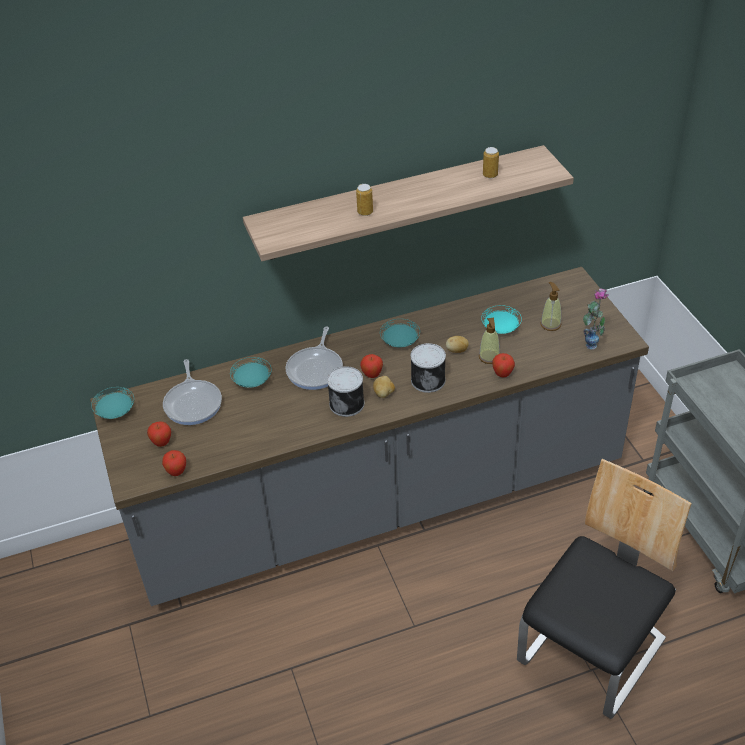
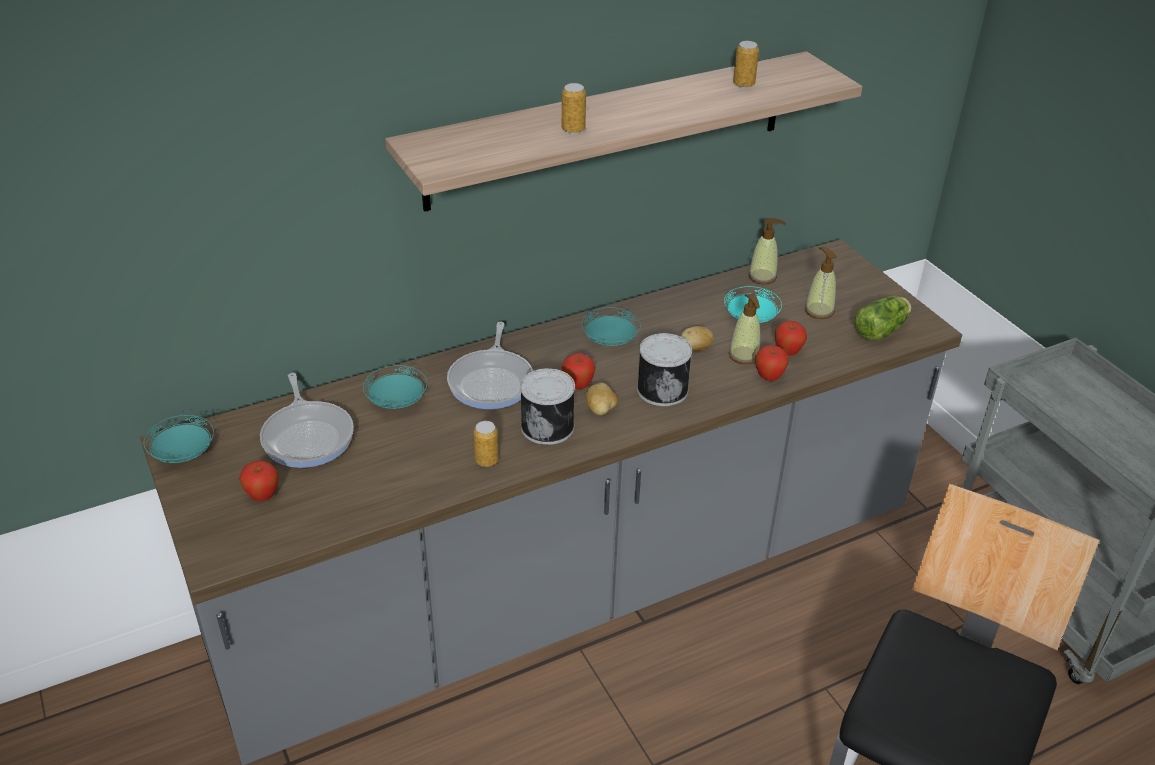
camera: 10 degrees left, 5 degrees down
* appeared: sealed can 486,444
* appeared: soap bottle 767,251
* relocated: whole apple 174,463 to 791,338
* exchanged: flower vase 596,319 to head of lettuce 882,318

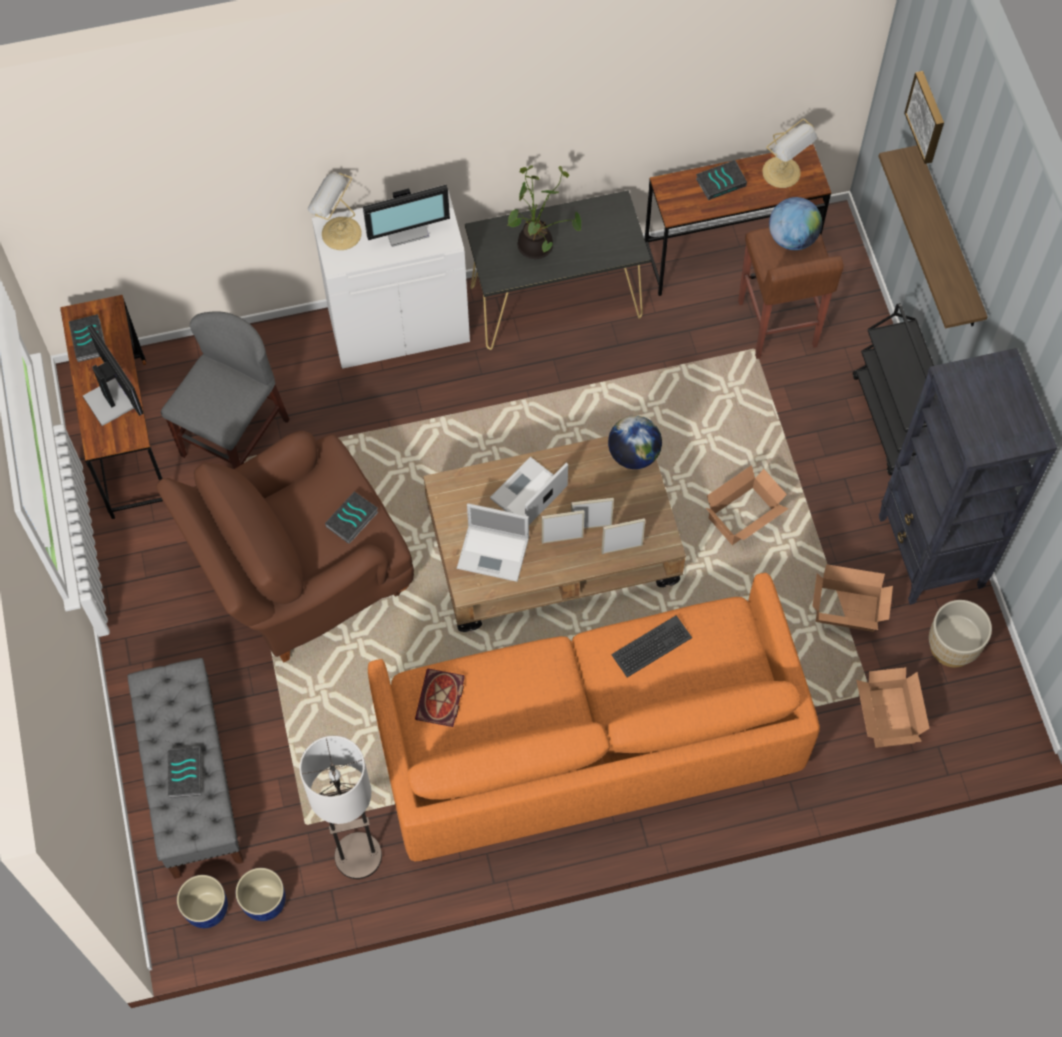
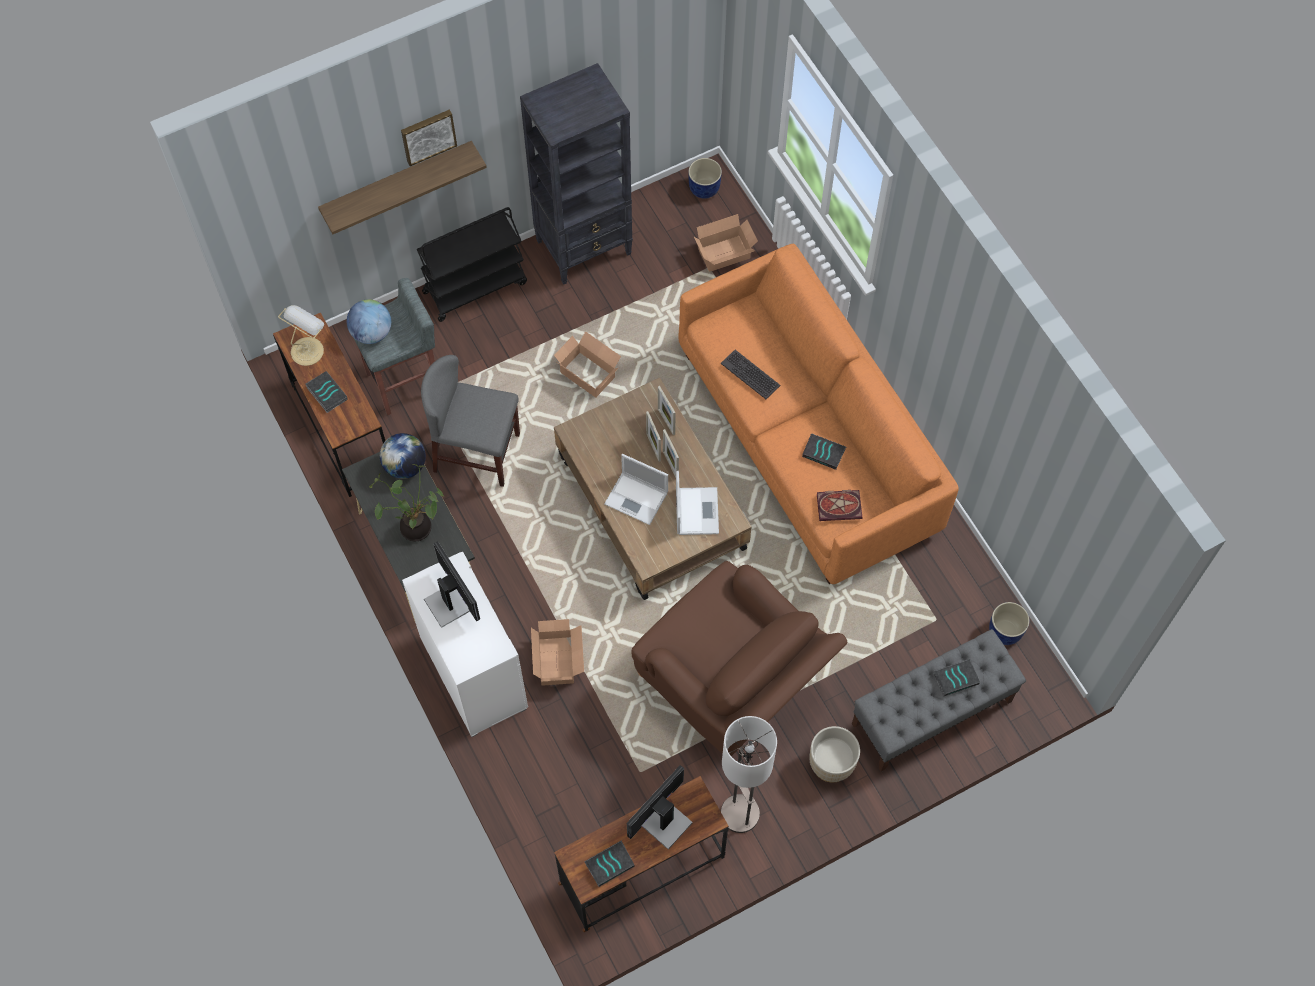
camera: 105 degrees left, 0 degrees up
* missing: tabletop lamp 334,211
* relocated: grey plain chair 225,390 to 470,421
* relocated: blue flower pot 202,901 to 705,178
* relocated: standard lamp 340,807 to 749,774
* relocated: volume 351,518 to 824,451
* relocated: world globe 635,442 to 403,456
* relocated: cardboard box 852,598 to 557,652
* relocated: wall picture 924,117 to 429,138
* relocated: beige-coloured flower pot 960,634 to 834,754
* colour: brown-coloured stool 791,293 to grey stool 394,347

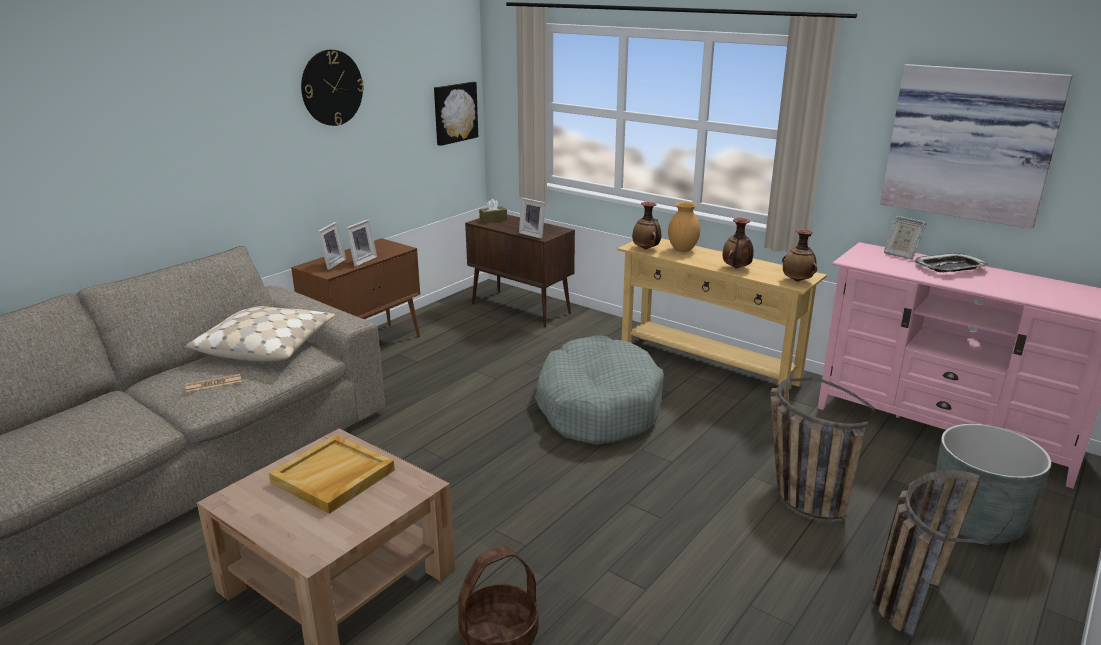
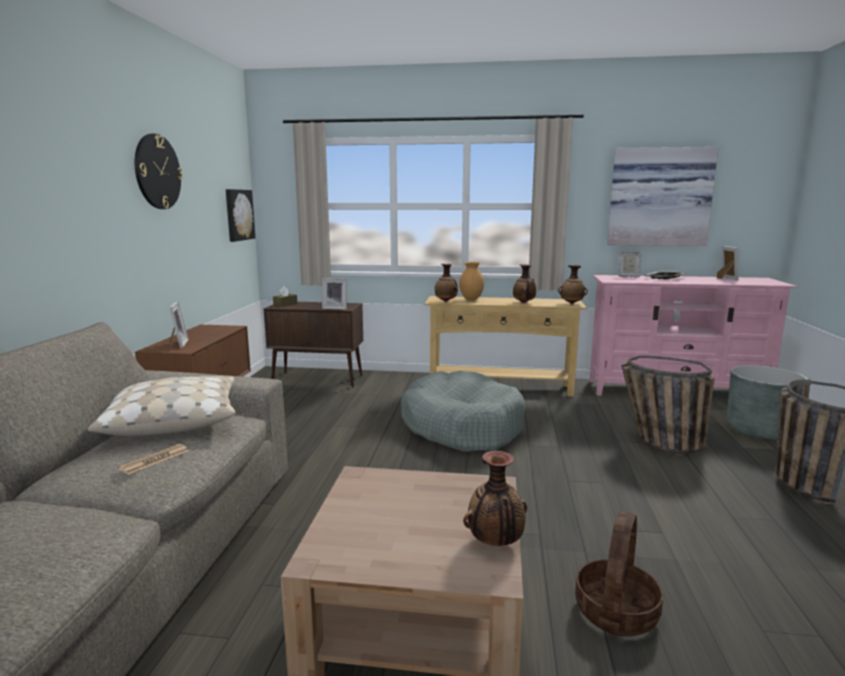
camera: 30 degrees left, 10 degrees down
* missing: beige-coloured carrying tray 332,474
* appeared: flower vase 495,498
* relocated: picture frame 361,242 to 728,263

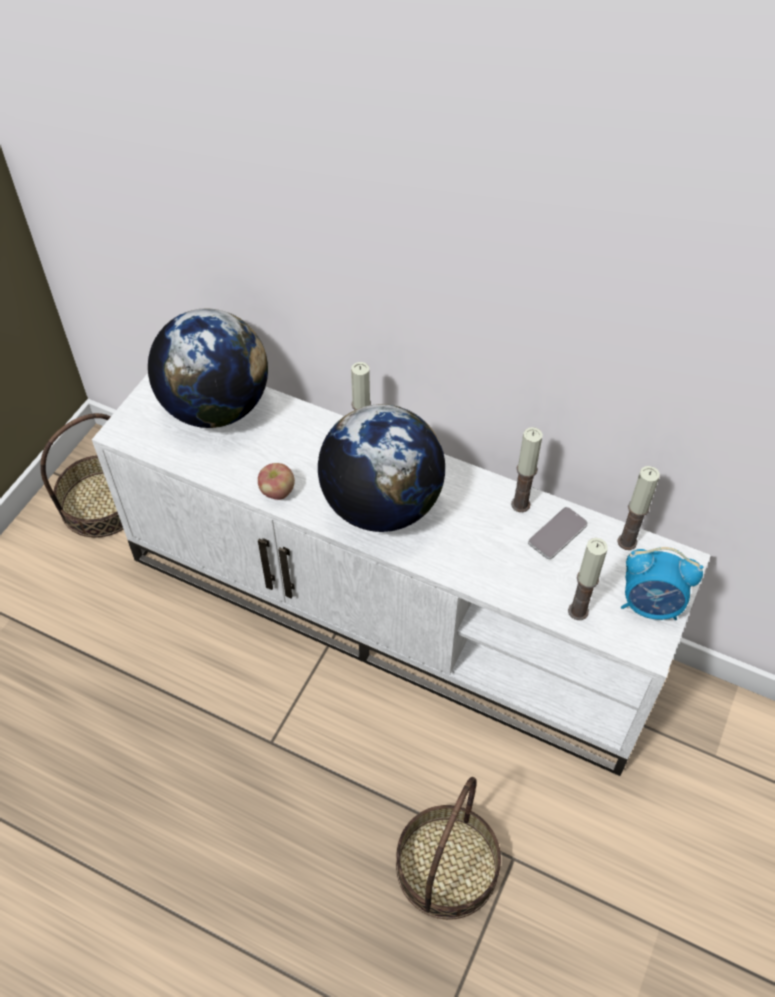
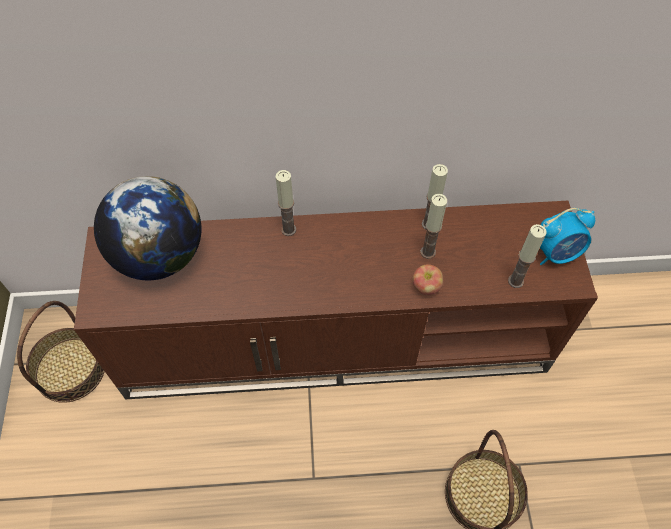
camera: 30 degrees left, 5 degrees up
* missing: world globe 381,468
* missing: telephone 558,533
* relocated: whole apple 276,481 to 427,279
* relocated: candle 638,508 to 433,226
* colour: whitish tv stand 401,574 to brown-coloured tv stand 336,300

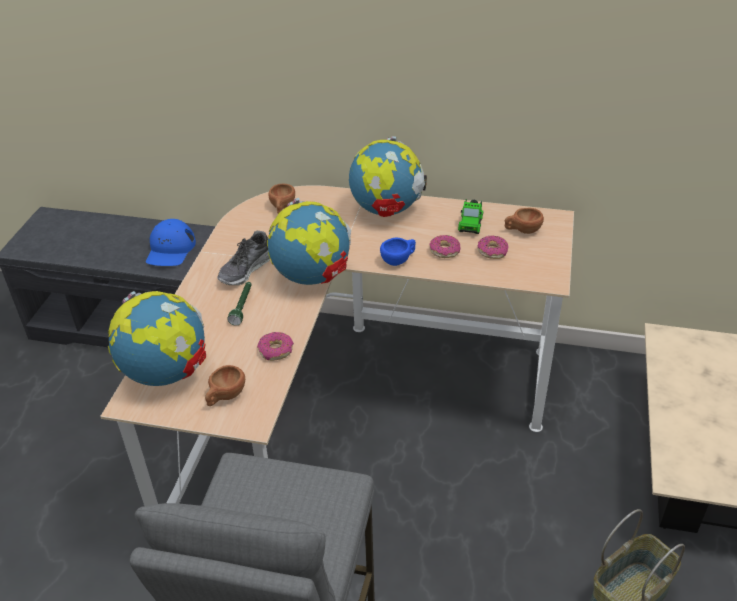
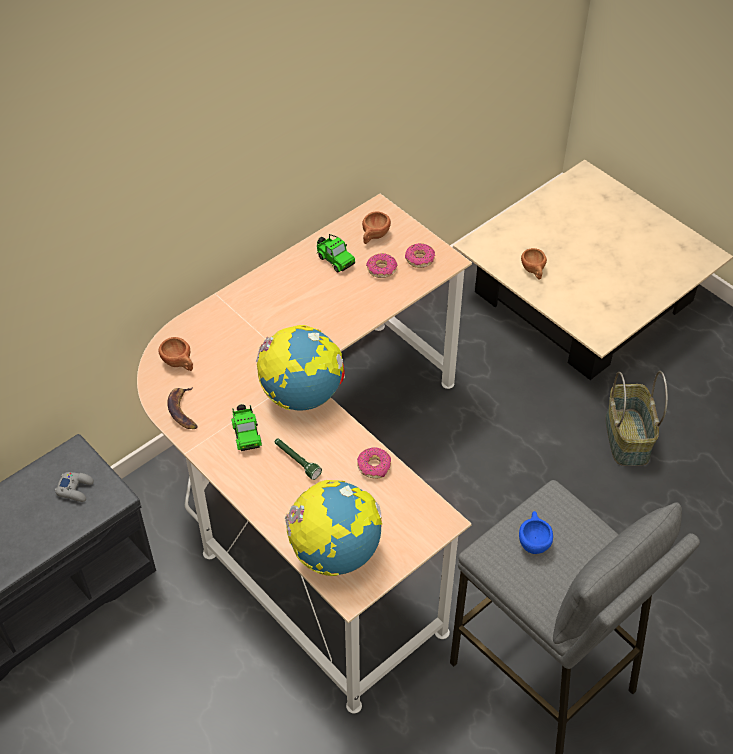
camera: 55 degrees left, 10 degrees up
* missing: world globe 388,176
* appeared: banana 182,408
* relocated: brown-coloured drinking cup 225,385 to 534,264
* relocated: blue drinking cup 398,251 to 536,532
* relocated: ring doughnut 445,246 to 420,255
* exchanged: blue baseball cap 171,242 to grey joypad 74,487
* exchanged: low shoe 243,258 to model car 246,427

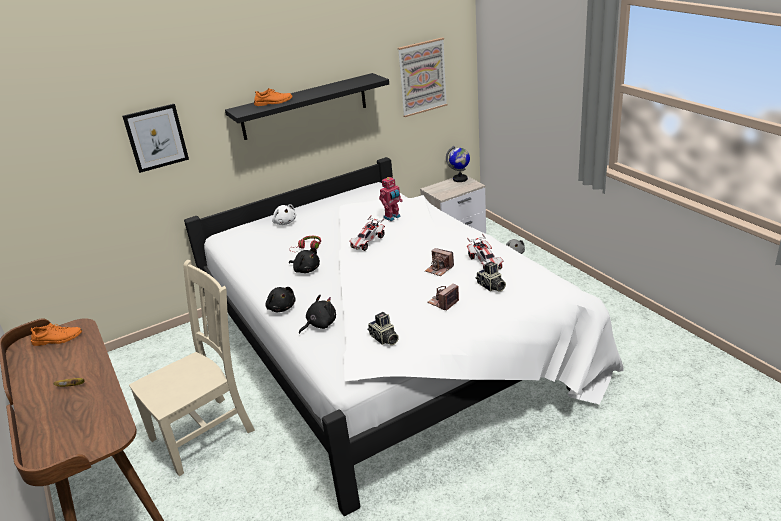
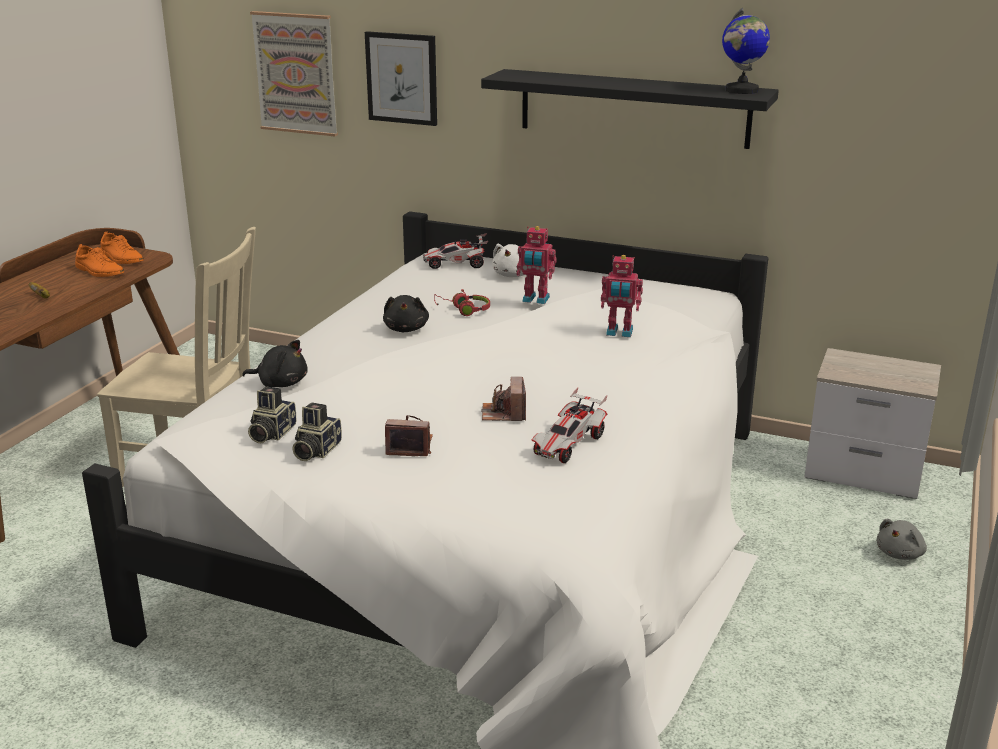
camera: 50 degrees right, 5 degrees down
* missing: black-coloured soft toy 280,299
* appeared: toy robot 537,265
* relocated: orange low shoe 273,97 to 99,260
* relocated: model car 367,233 to 455,251
* relocated: wall picture 422,77 to 294,73
* relocated: world globe 458,164 to 746,51
* relocated: still camera 491,276 to 317,432

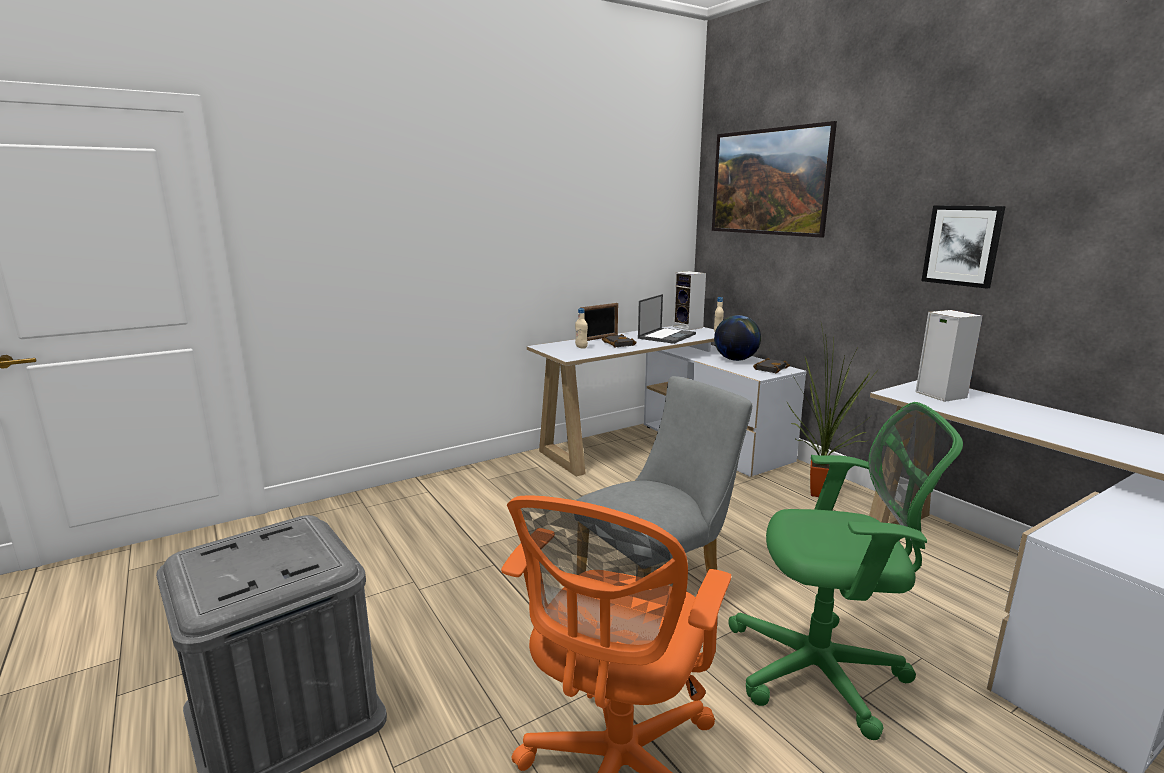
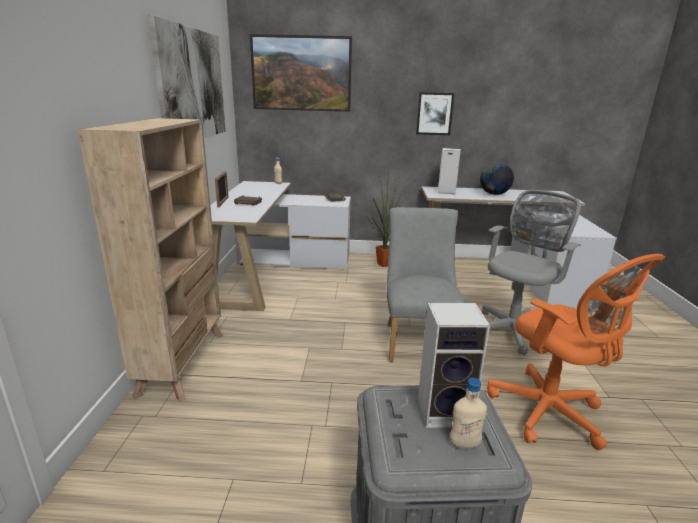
camera: 55 degrees left, 5 degrees up
* missing: notebook computer 667,319
* appeared: beige-coloured bookcase 150,259
* appeared: wall picture 187,76
* relocated: beige-coloured beverage bottle 581,328 to 468,413
* relocated: speaker 689,300 to 454,365
* relocated: world globe 737,338 to 497,178
* colour: greenish computer chair 845,571 to grey computer chair 531,273

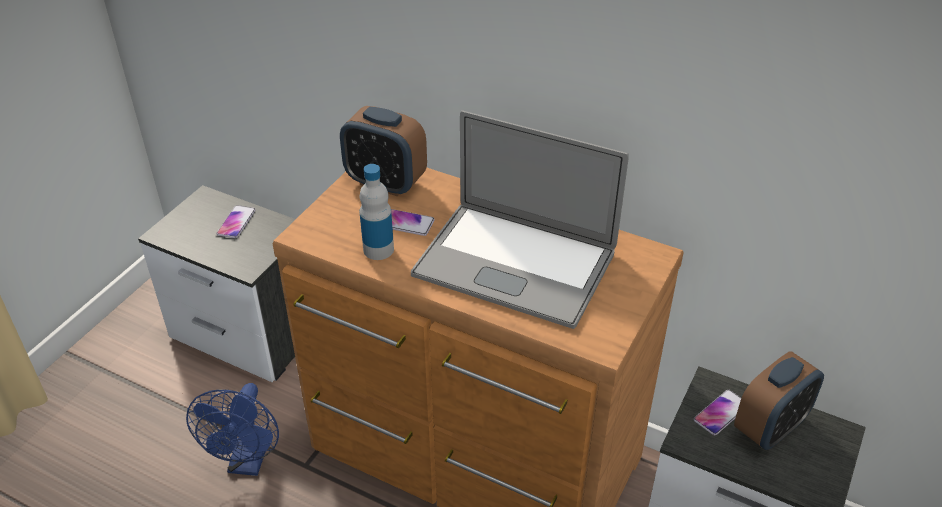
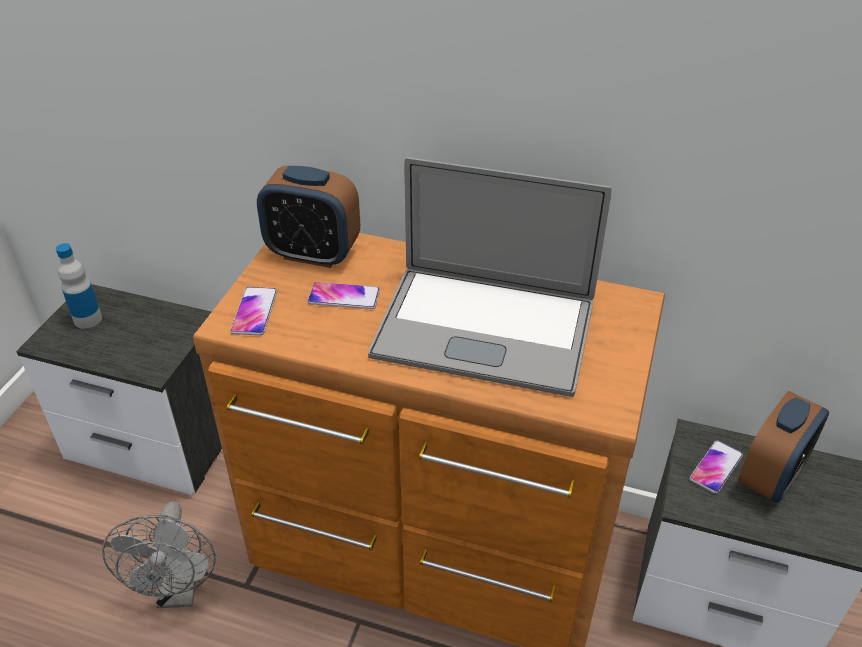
camera: 10 degrees left, 0 degrees up
* relocated: telephone 235,221 to 253,311
* relocated: beverage bottle 377,212 to 79,286
* colour: blue fan 232,429 to grey fan 159,554

